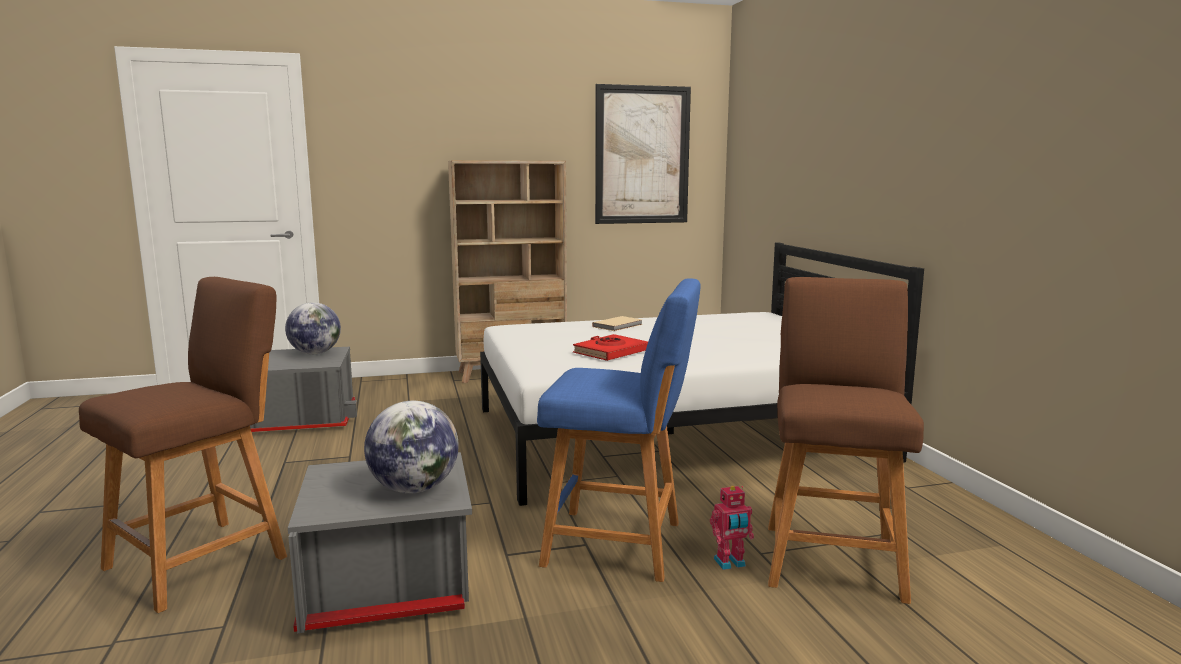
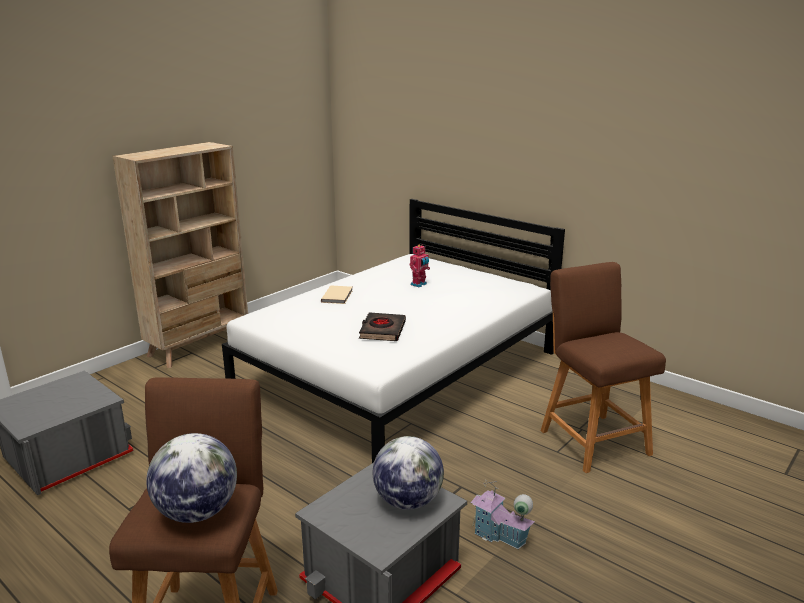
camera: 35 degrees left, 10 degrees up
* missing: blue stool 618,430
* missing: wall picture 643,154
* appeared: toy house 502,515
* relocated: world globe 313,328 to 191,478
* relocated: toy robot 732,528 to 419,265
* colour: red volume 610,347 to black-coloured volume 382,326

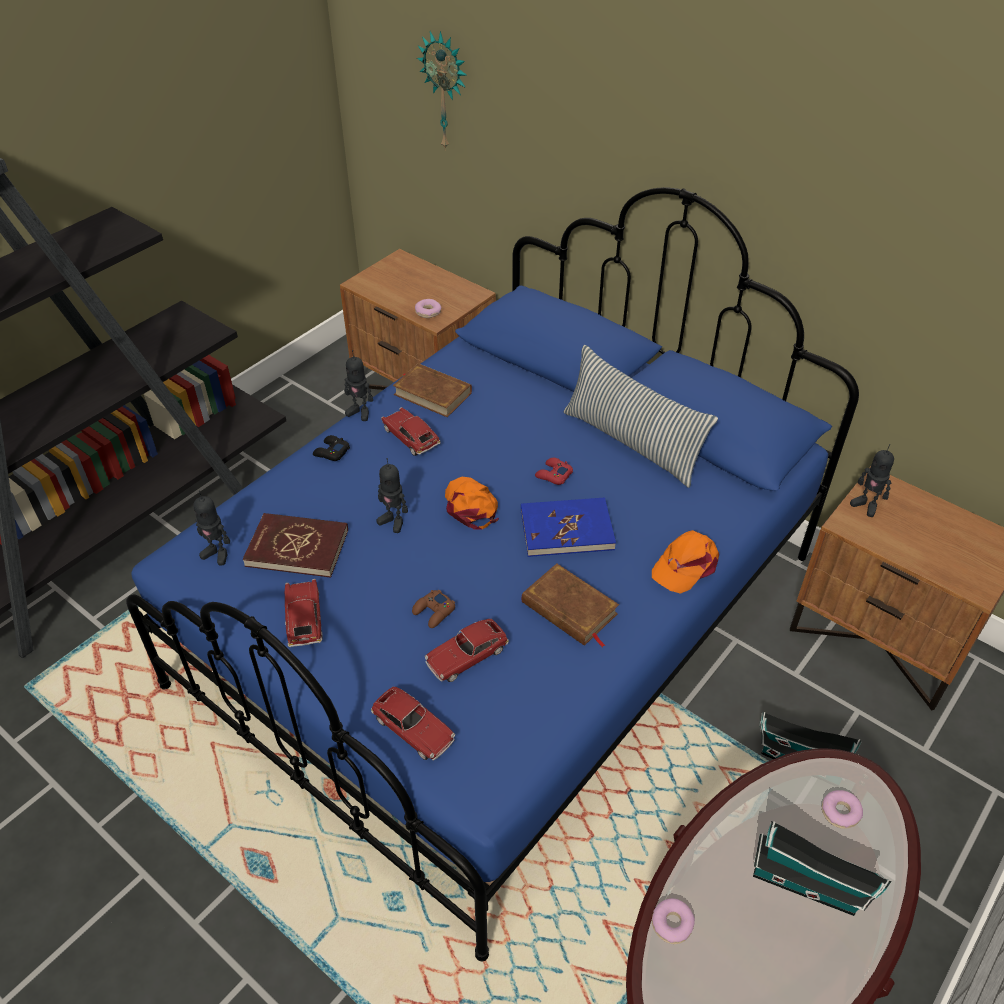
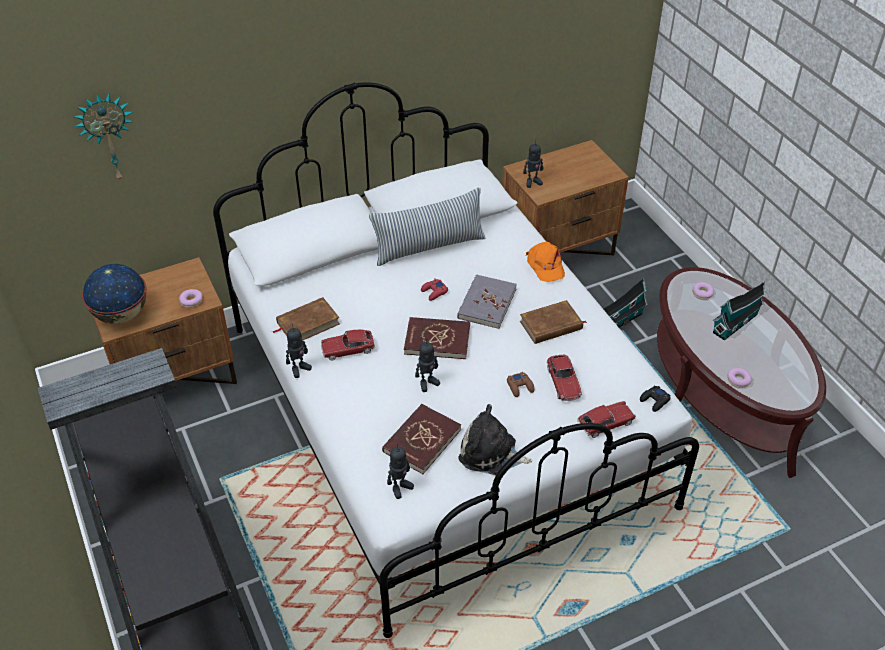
camera: 65 degrees left, 0 degrees up
* appeared: world globe 114,294
* relocated: black-coloured joypad 331,448 to 655,399
* exchanged: model car 303,613 to soft toy 495,439
* exchanged: orange baseball cap 472,503 to red volume 437,338
* colour: blue sleeping bed 492,574 to whitish sleeping bed 456,360
* colour: blue volume 568,527 to grey volume 487,301

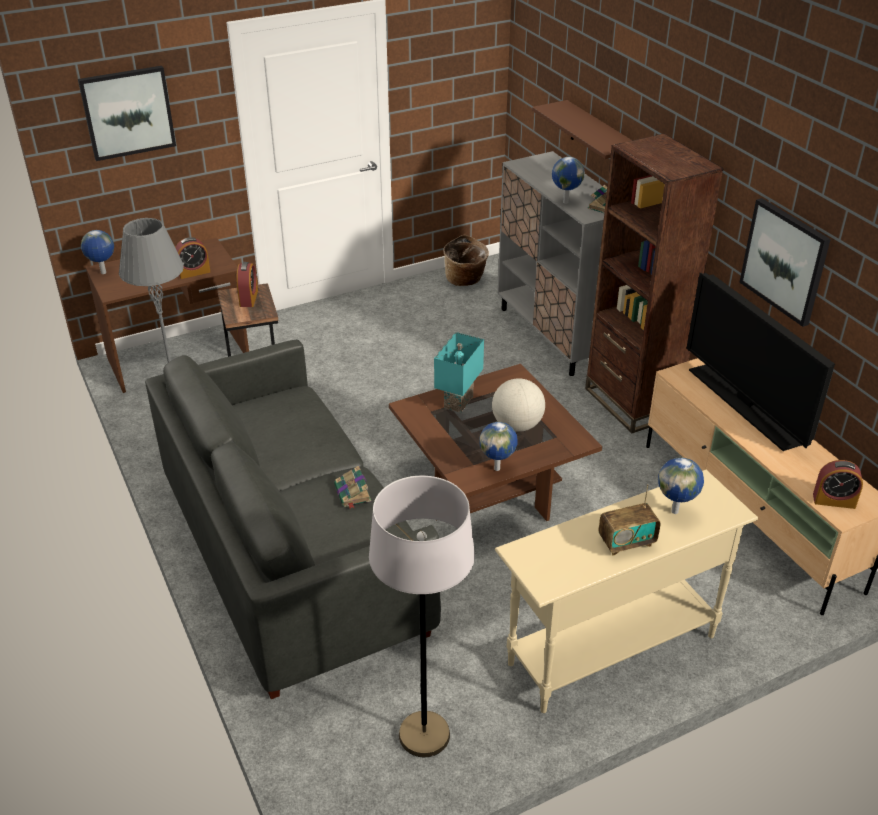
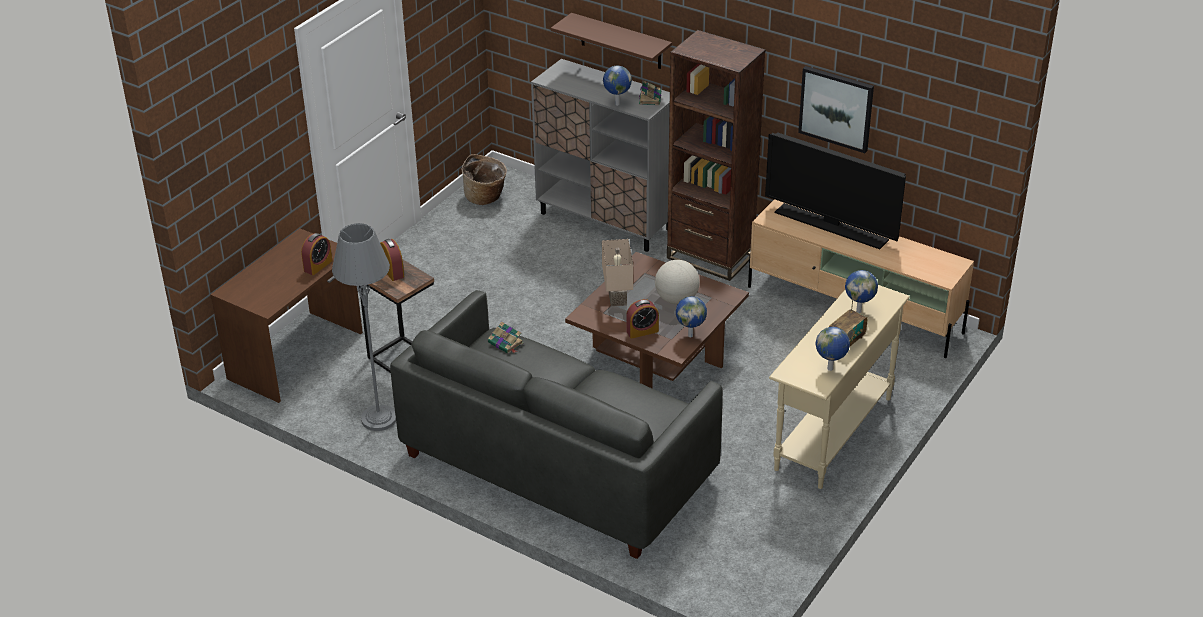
camera: 30 degrees left, 0 degrees up
* missing: wall picture 127,113
* missing: grey standard lamp 422,616
* relocated: world globe 97,252 to 833,349
* relocated: volume 352,487 to 506,338
* relocated: bedside clock 838,484 to 642,319
* colour: turquoise-coloured tabletop lamp 459,372 to beige-coloured tabletop lamp 617,273

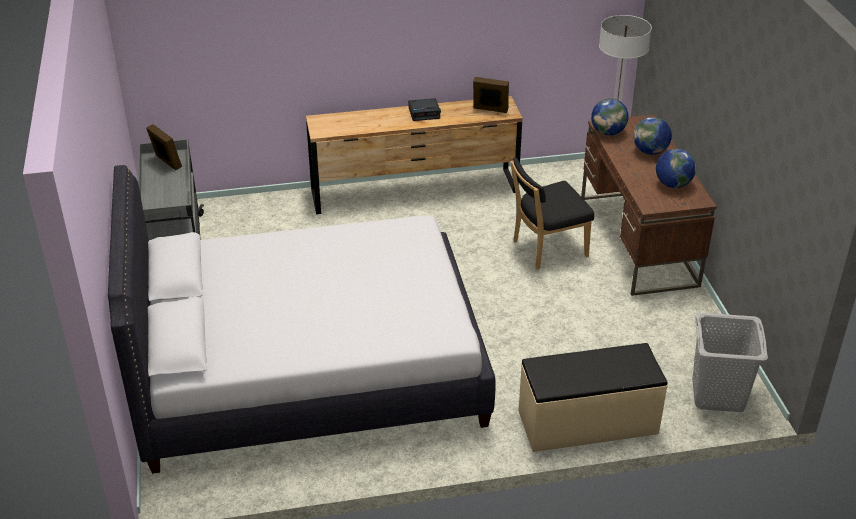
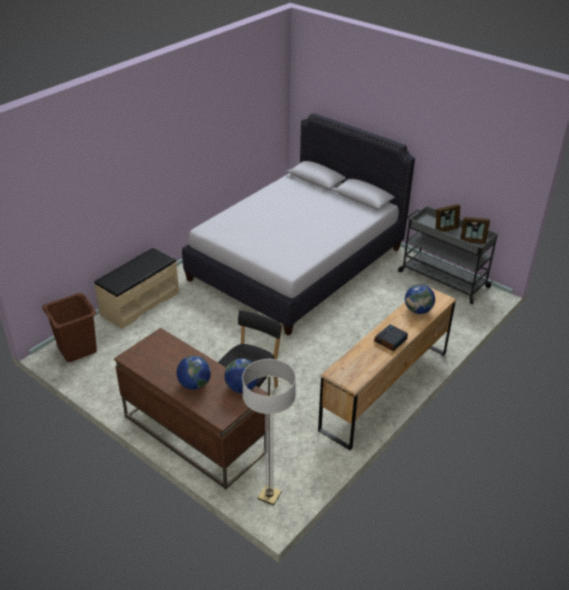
camera: 140 degrees right, 0 degrees up
* relocated: picture frame 491,95 to 448,218
* relocated: world globe 676,168 to 420,299
* colour: grey washing basket 730,362 to brown-coloured washing basket 69,327

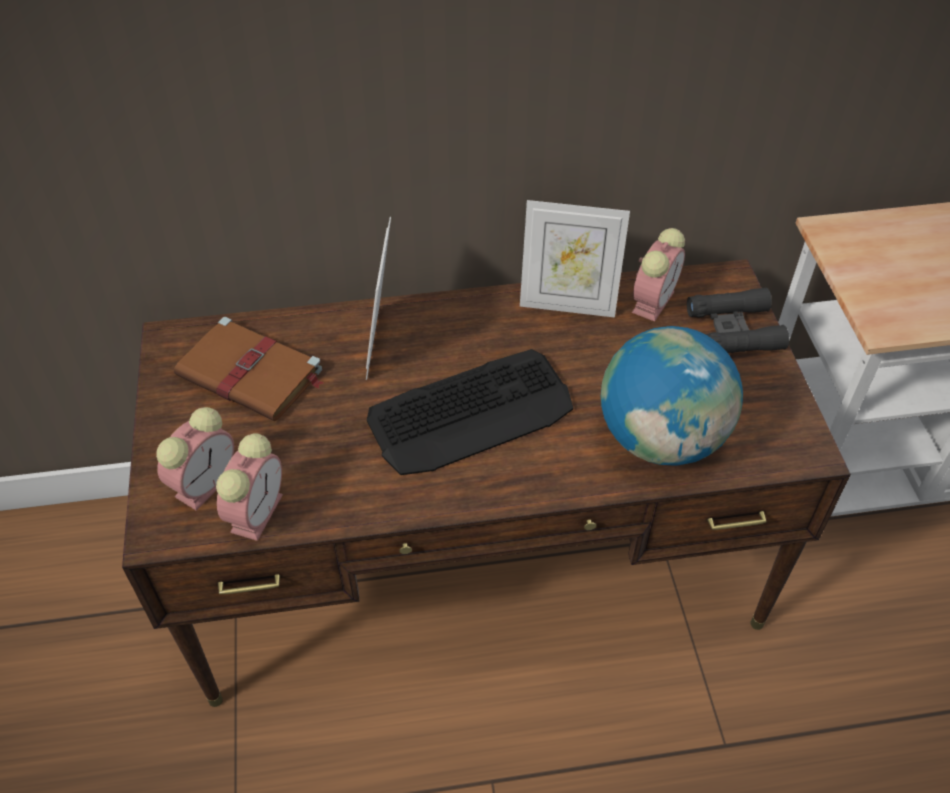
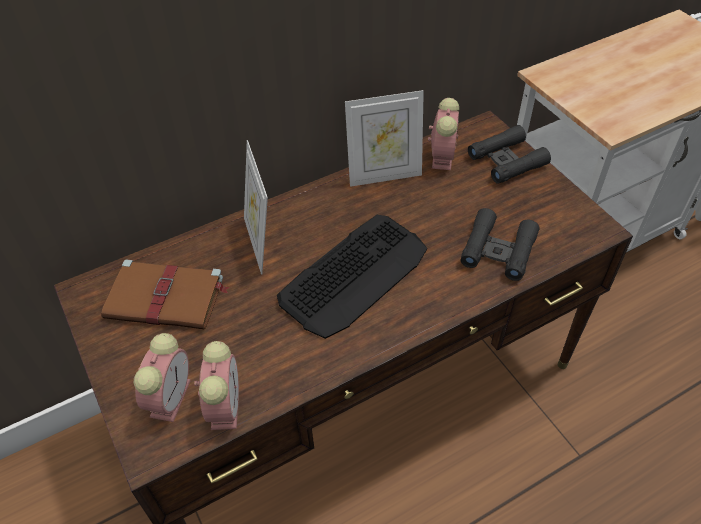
camera: 20 degrees left, 0 degrees up
* exchanged: world globe 672,396 to black-coloured binoculars 500,244

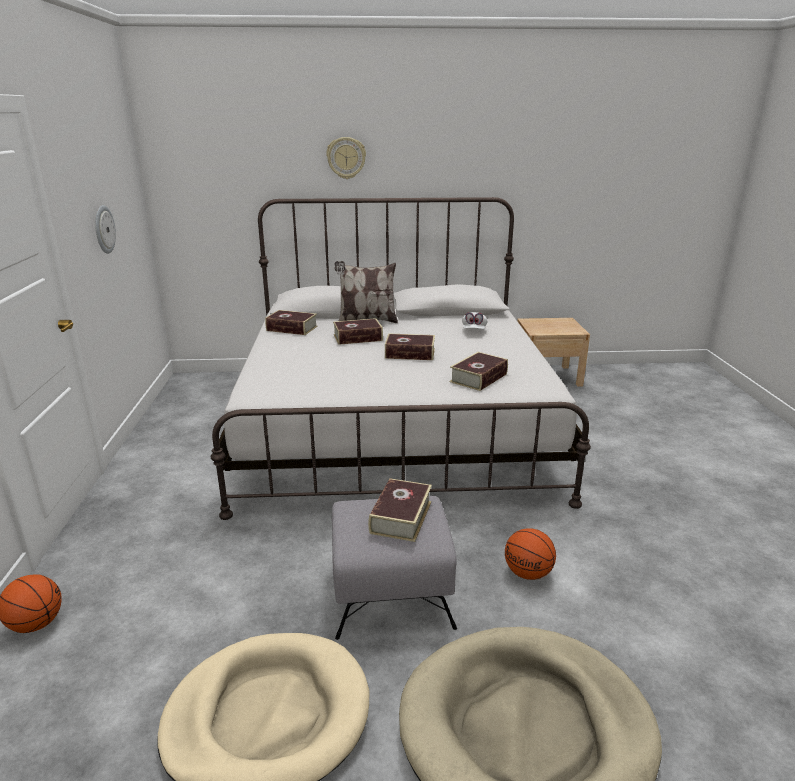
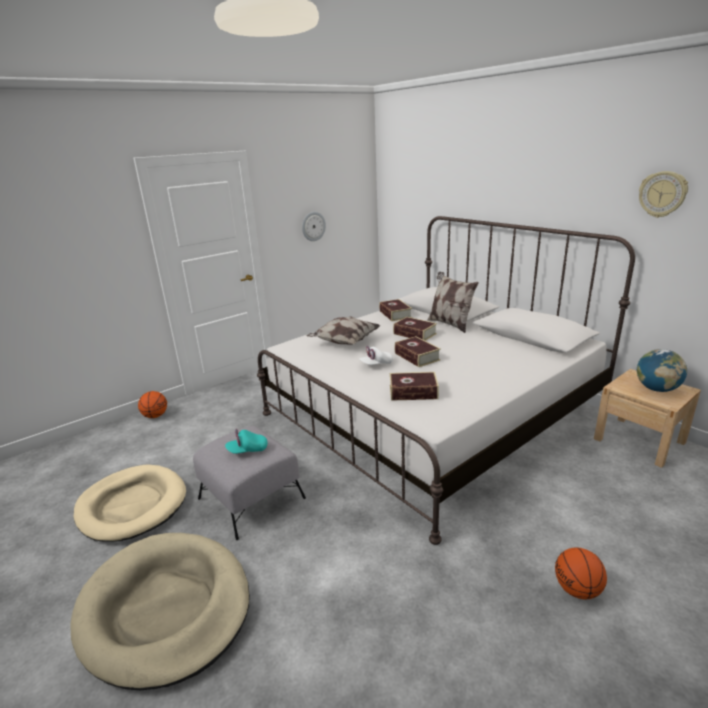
camera: 55 degrees right, 0 degrees up
* appeared: cushion 343,330
* appeared: world globe 662,370
* relocated: wall clock 346,158 to 663,194
* relocated: whitish baseball cap 474,320 to 376,355
* relocated: ball for basketball 530,554 to 581,573
* exchanged: volume 400,510 to turquoise-coloured baseball cap 246,441

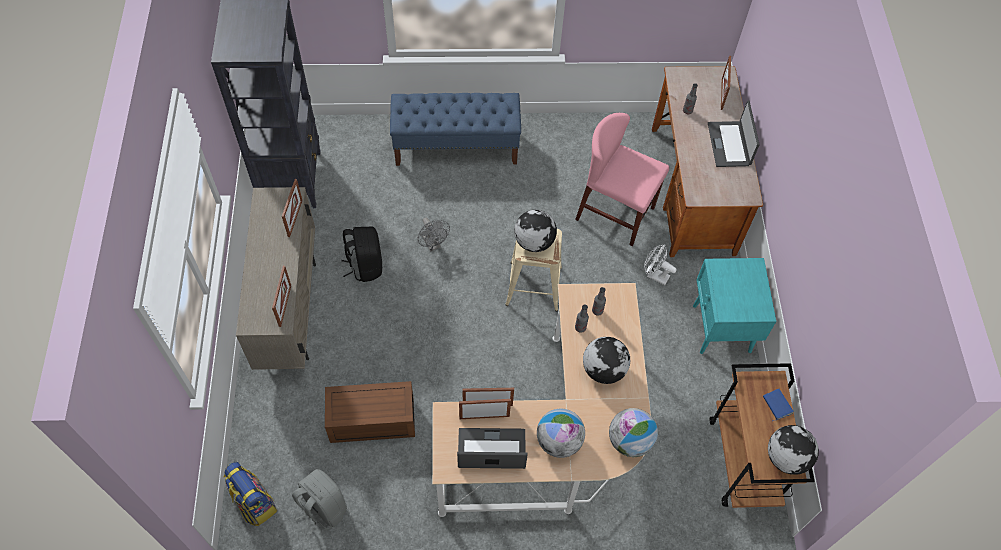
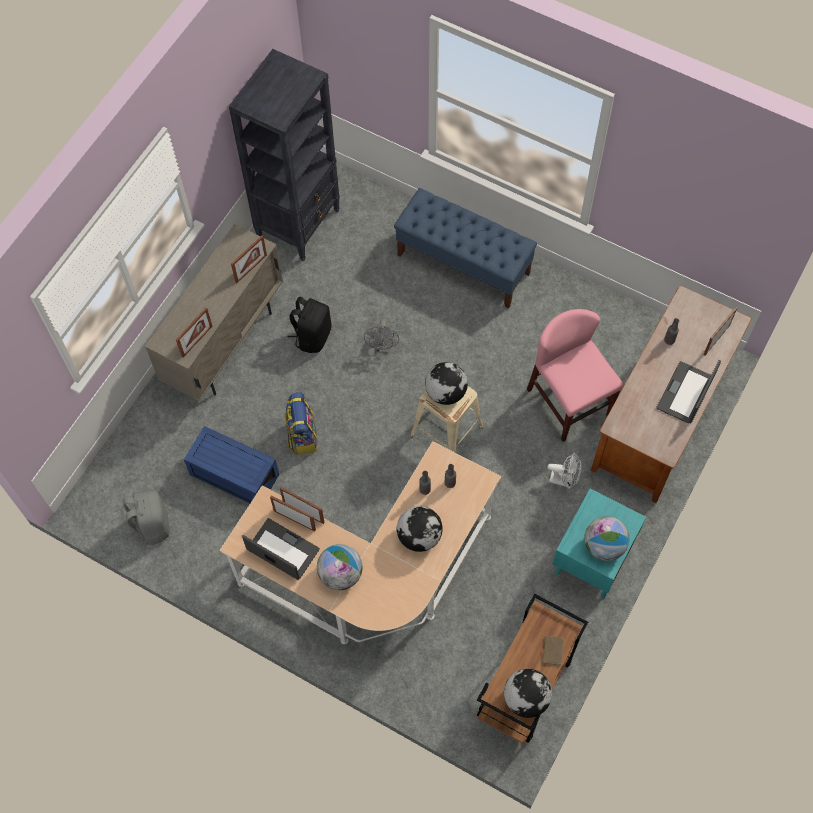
camera: 35 degrees right, 5 degrees up
* relocated: backpack 250,494 to 301,423
* relocated: world globe 633,432 to 606,538
* colour: brown-coloured storage container 370,412 to blue storage container 231,464
* colour: blue volume 778,405 to brown-coloured volume 551,650
* spun: whitish fan 660,264 = 564,471 135 degrees clockwise

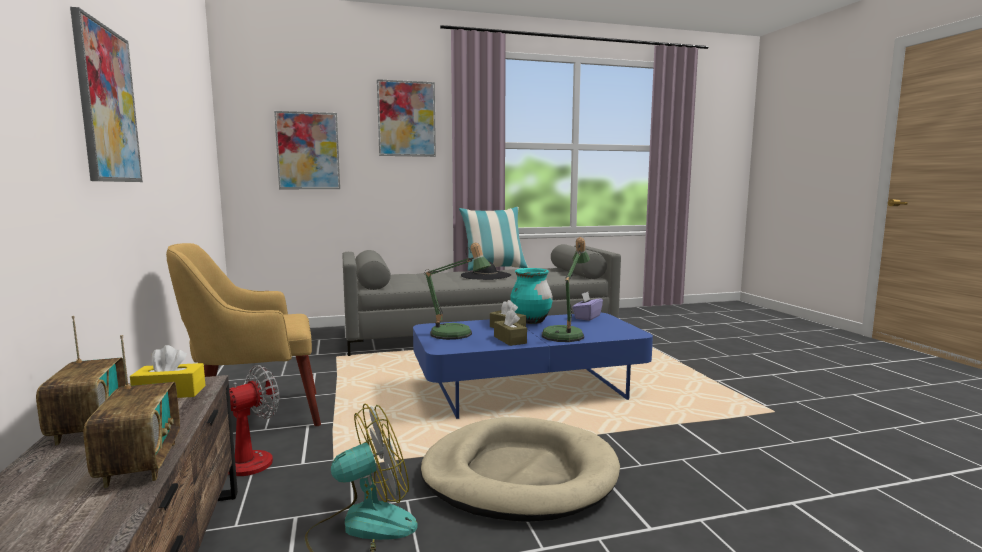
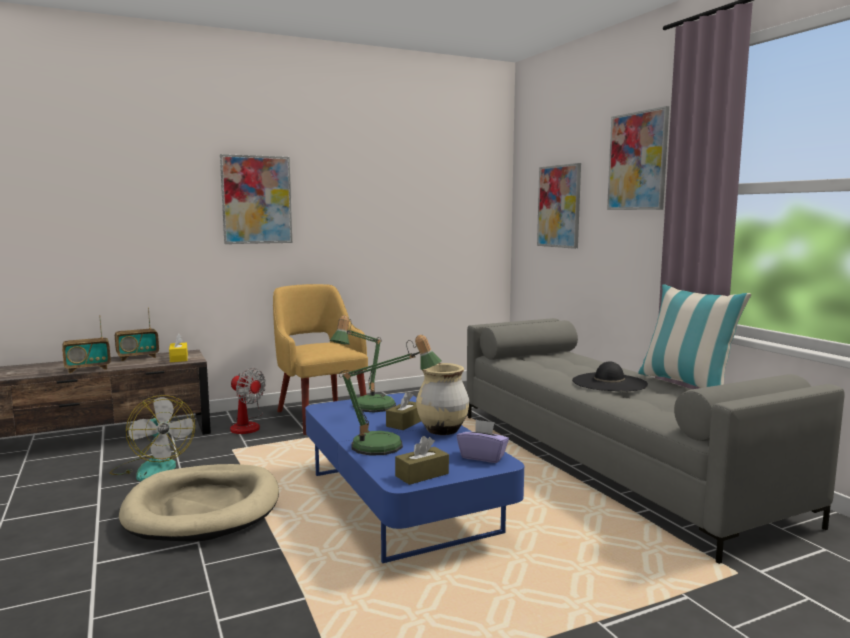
camera: 80 degrees right, 0 degrees up
* relocated: brown-coloured tissue holder 510,328 to 422,460
* colour: turquoise-coloured flower vase 532,296 to beige-coloured flower vase 442,399

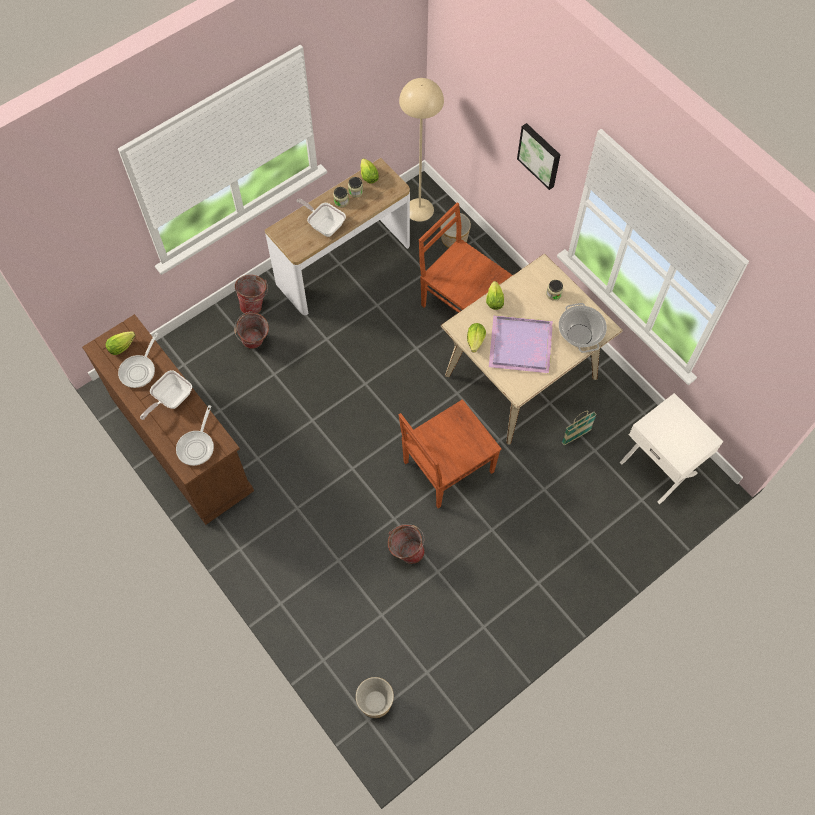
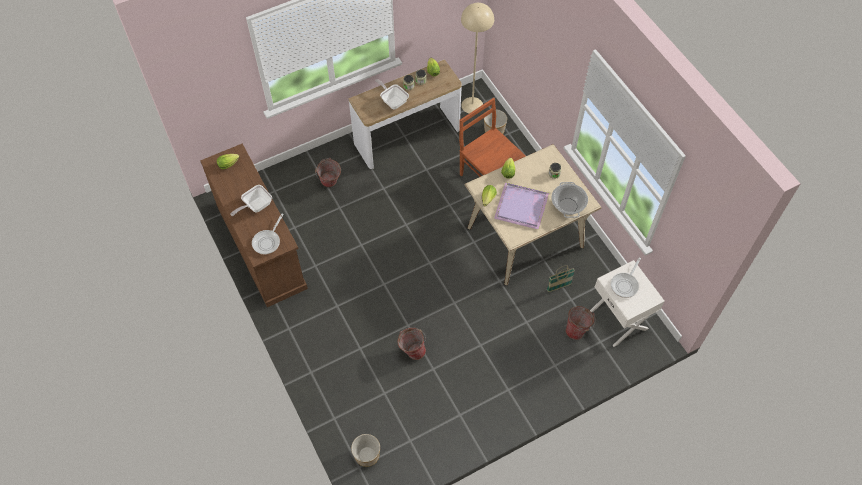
camera: 10 degrees right, 5 degrees down
* missing: brown-coloured plain chair 450,453
* missing: wall picture 538,156
* relocated: pan 138,360 to 626,278
* relocated: pail 251,294 to 580,323

